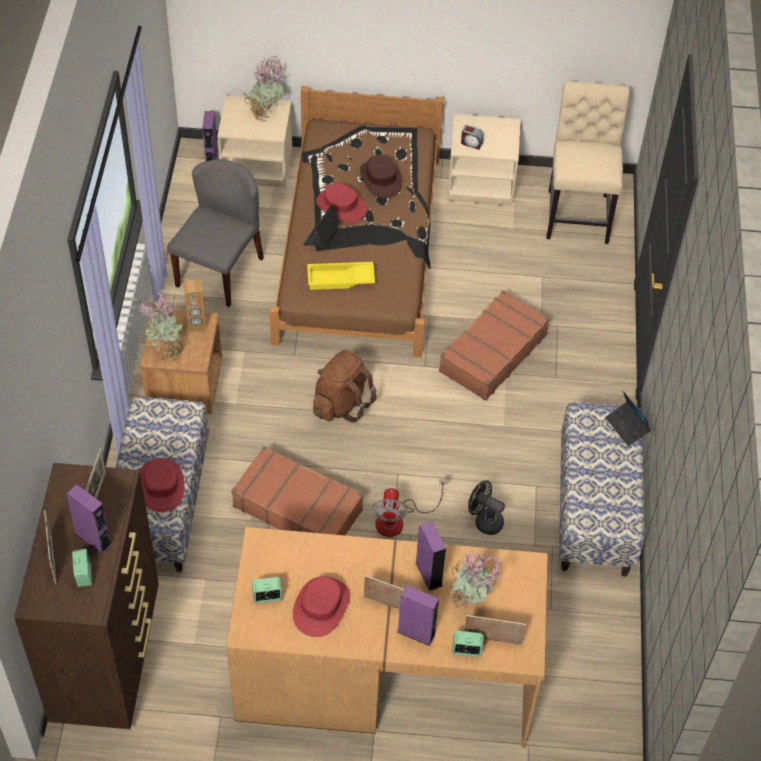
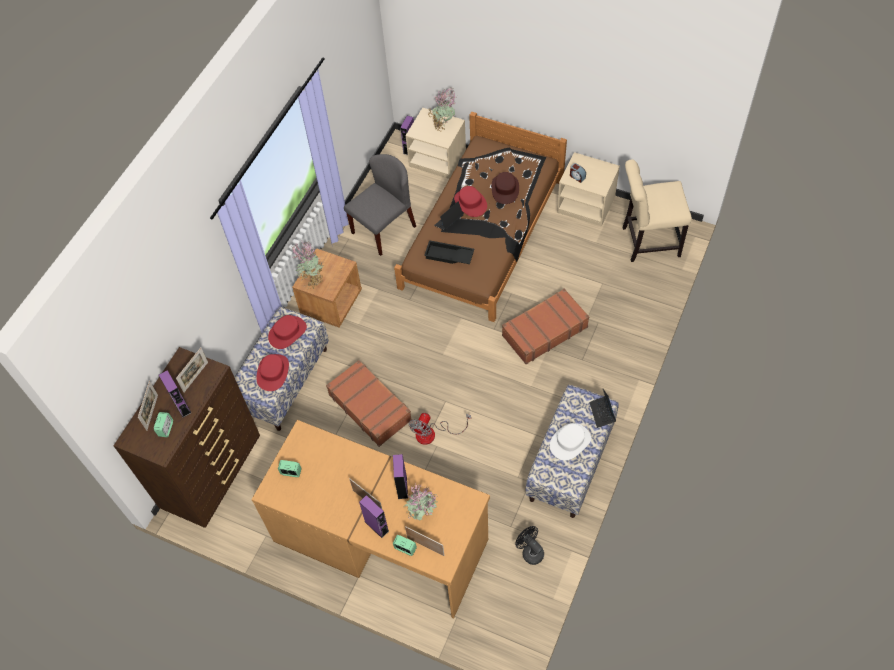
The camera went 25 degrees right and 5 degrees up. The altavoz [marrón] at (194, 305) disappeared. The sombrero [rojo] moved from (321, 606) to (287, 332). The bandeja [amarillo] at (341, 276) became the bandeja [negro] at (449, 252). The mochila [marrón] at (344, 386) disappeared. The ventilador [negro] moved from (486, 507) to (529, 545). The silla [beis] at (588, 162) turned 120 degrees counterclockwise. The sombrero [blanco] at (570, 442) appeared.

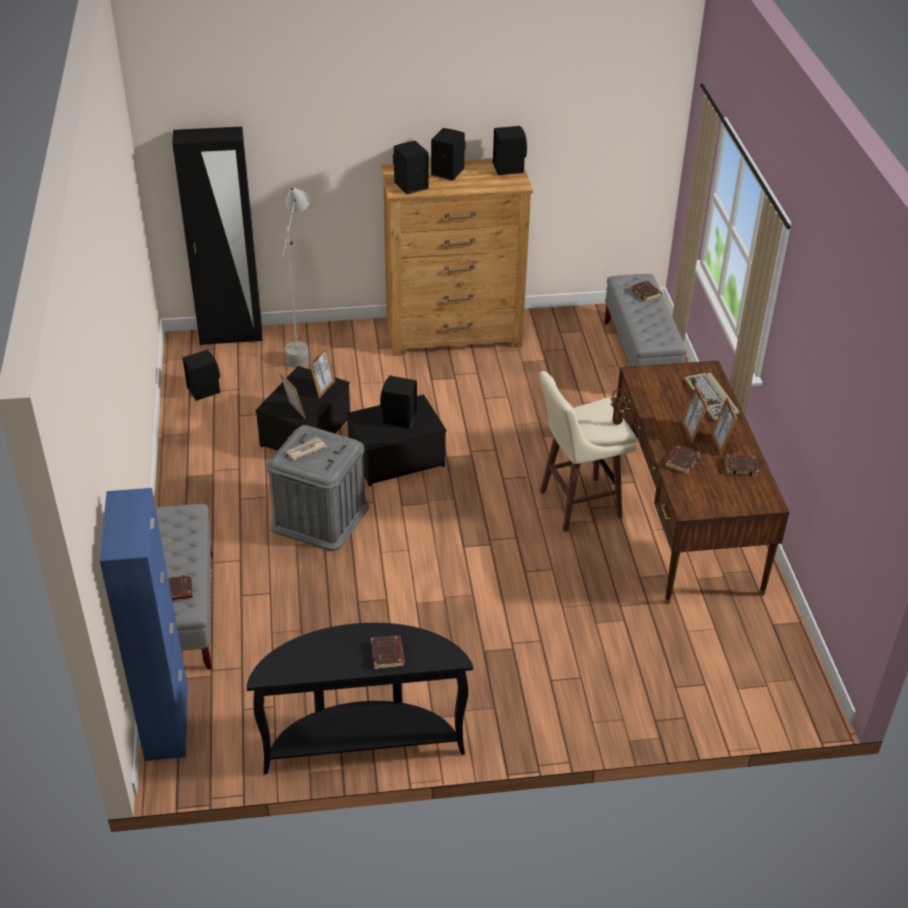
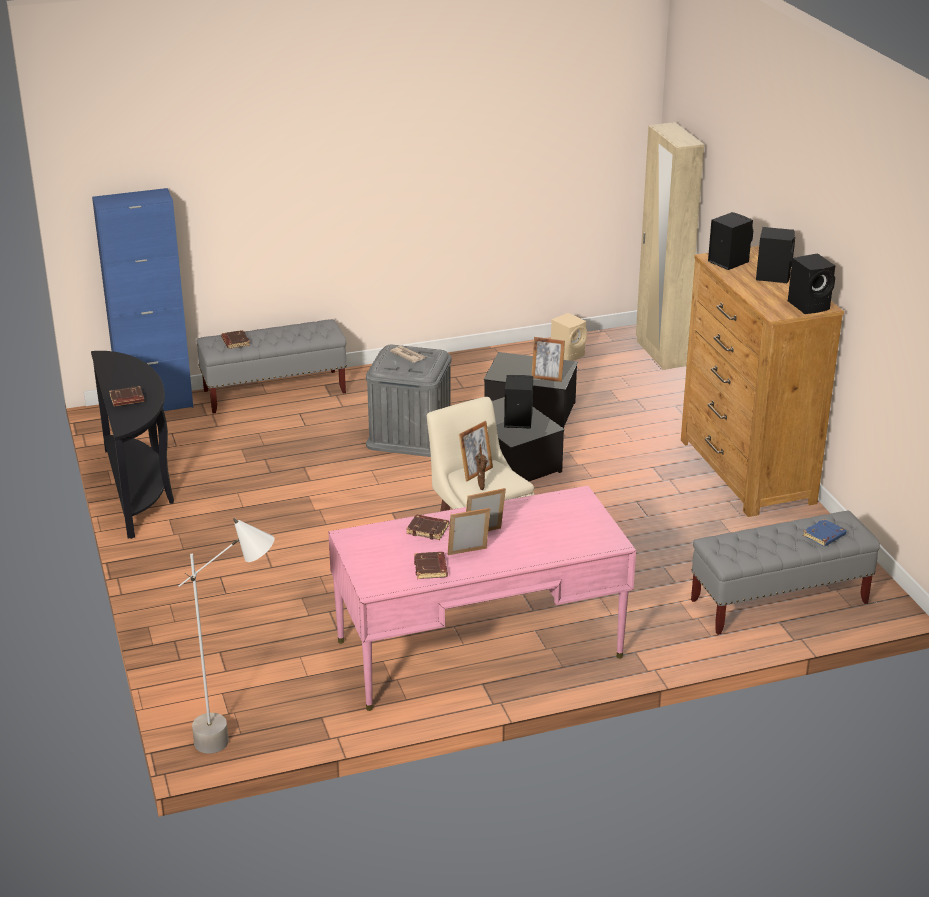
The camera went 80 degrees right and 10 degrees down. The armario ropero [negro] at (217, 236) became the armario ropero [beis] at (670, 246). The altavoz [negro] at (201, 375) became the altavoz [beis] at (569, 337). The portarretratos moved from (292, 395) to (476, 451). The lámpara de pie [gris] moved from (296, 277) to (226, 636). The escritorio [marrón] at (703, 482) became the escritorio [rosa] at (482, 598). The libro [marrón] at (646, 291) became the libro [azul] at (824, 533). The teclado at (711, 396) disappeared.

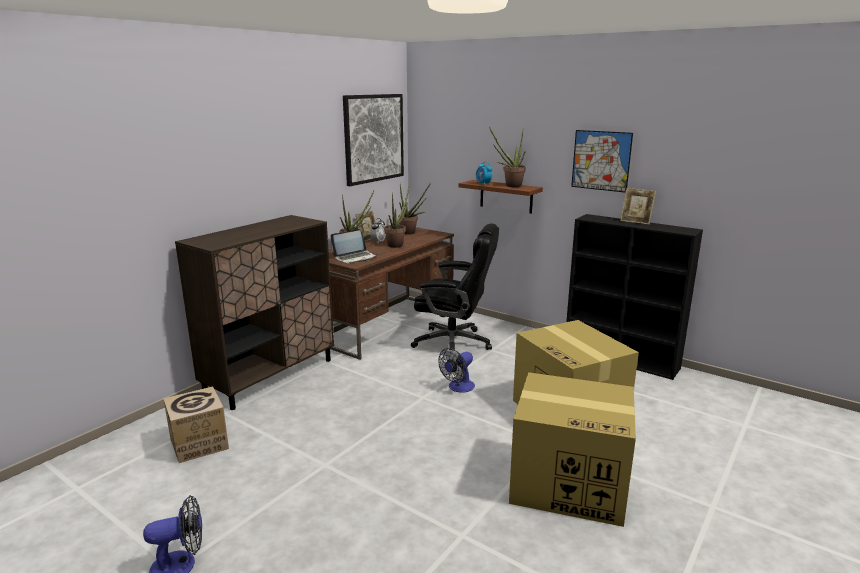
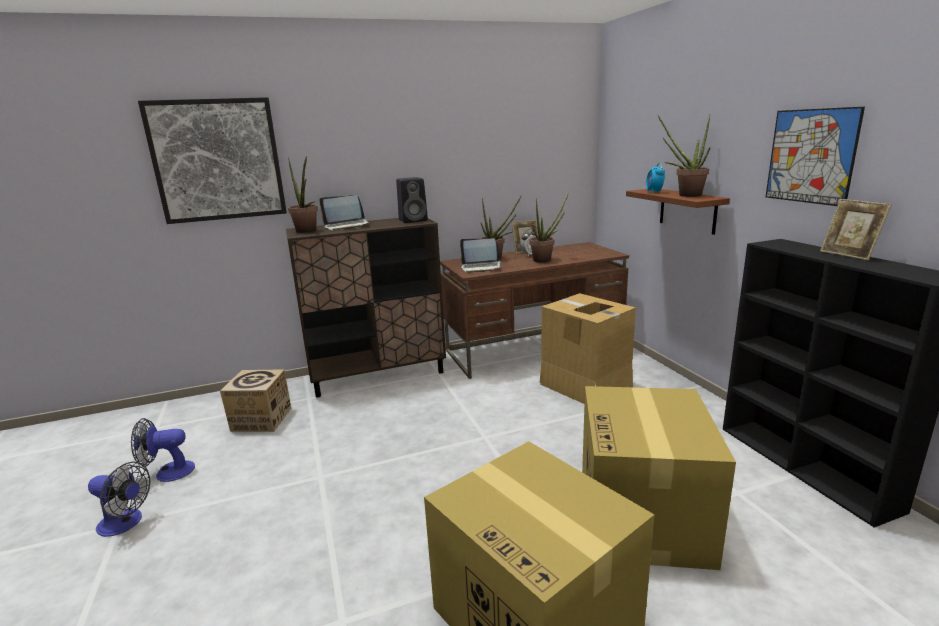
The camera went 35 degrees right and 0 degrees up. The cuadro moved from (373, 140) to (212, 160). The planta en maceta moved from (414, 209) to (303, 194). The silla de oficina [negro] at (455, 287) was replaced by the caja de cartón at (588, 348). The ventilador moved from (456, 370) to (163, 450). The portátil at (344, 213) appeared. The altavoz [negro] at (412, 200) appeared.

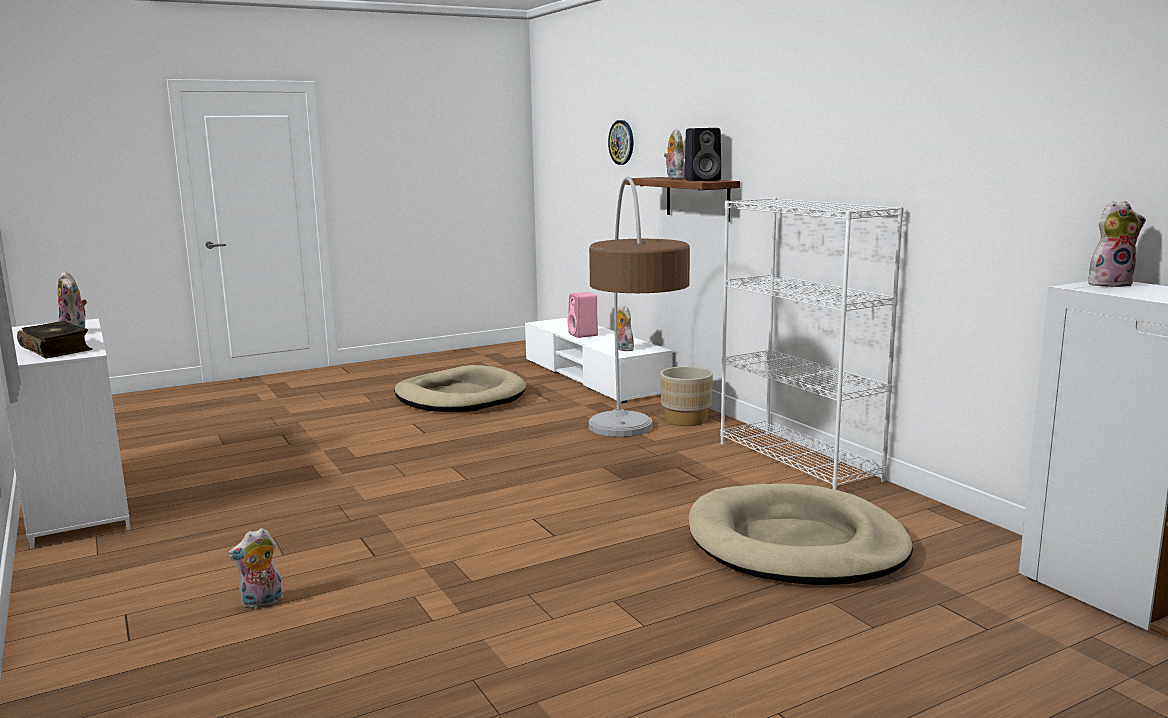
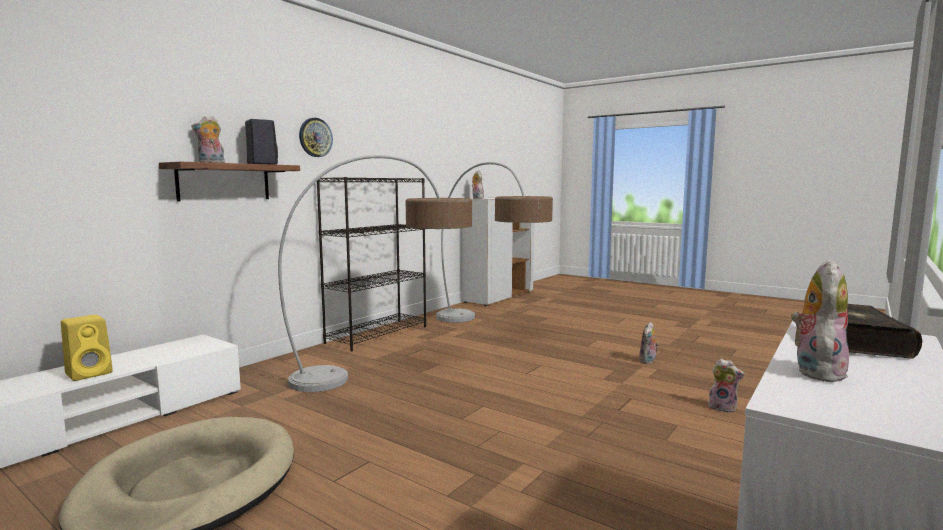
The camera went 115 degrees left and 5 degrees down. The altavoz [rosa] at (583, 315) became the altavoz [amarillo] at (87, 348). The reloj de pared moved from (621, 142) to (316, 137). The peluche moved from (624, 328) to (649, 342). The maceta [beis] at (686, 396) disappeared. The cama para perro [beis] at (801, 534) was replaced by the lámpara de pie at (494, 242). The estantería [blanco] at (812, 344) became the estantería [negro] at (371, 264).

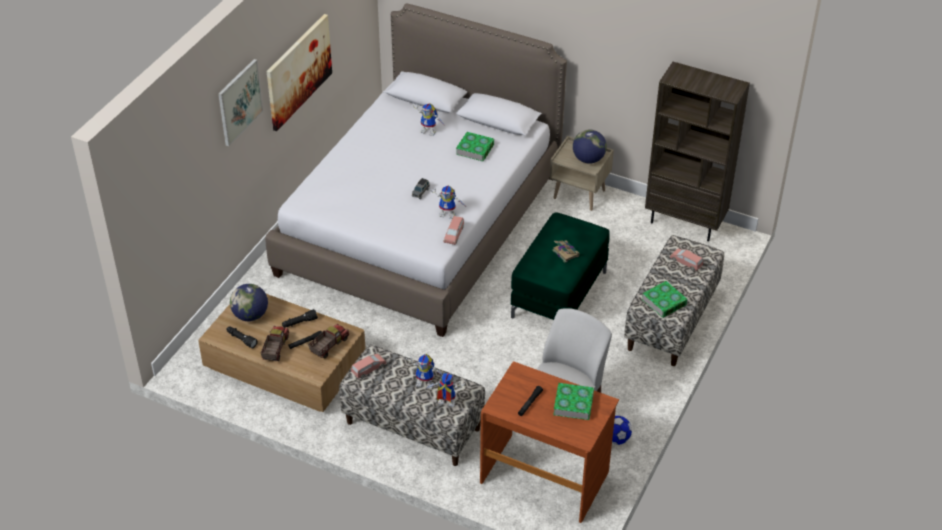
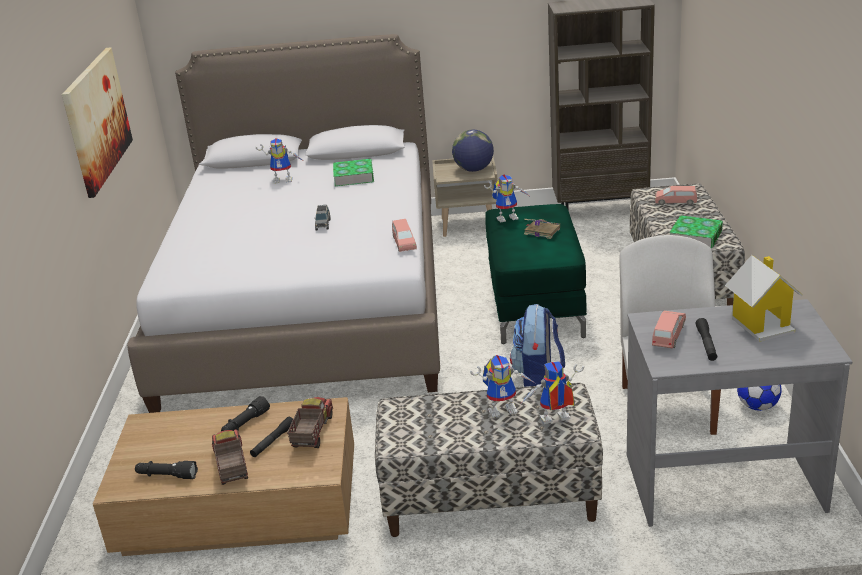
The camera went 25 degrees left and 15 degrees down. The cuadro at (240, 102) disappeared. The globo terráqueo at (249, 302) disappeared. The coche de juguete [rosa] moved from (368, 366) to (669, 330). The robot de juguete moved from (447, 202) to (507, 198). The escritorio [marrón] at (549, 442) became the escritorio [gris] at (739, 413). The libro at (573, 401) was replaced by the casita at (764, 298). The mochila at (537, 345) appeared.

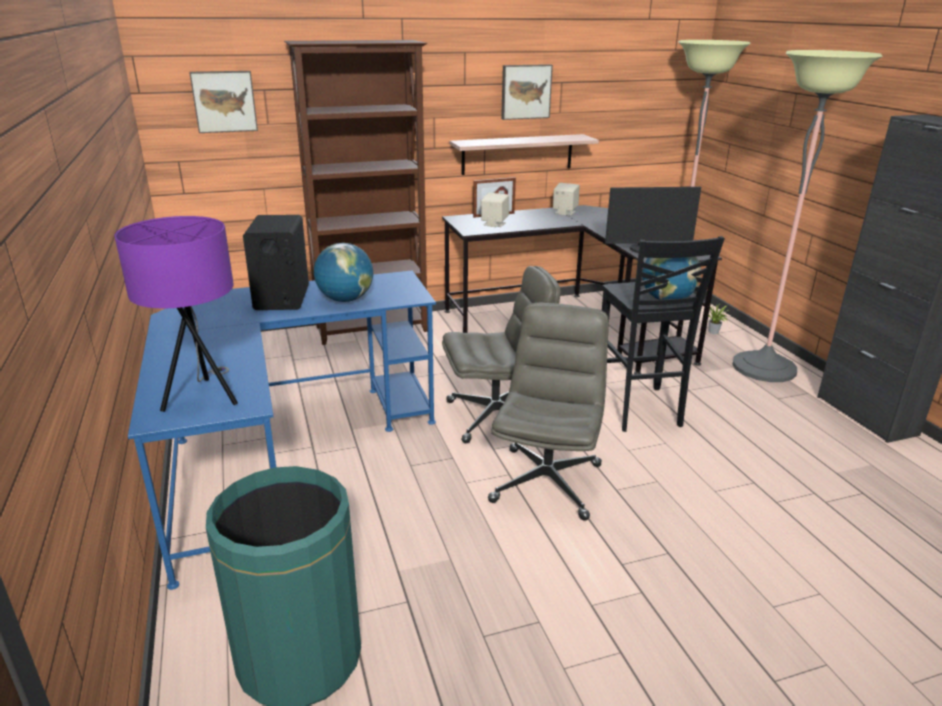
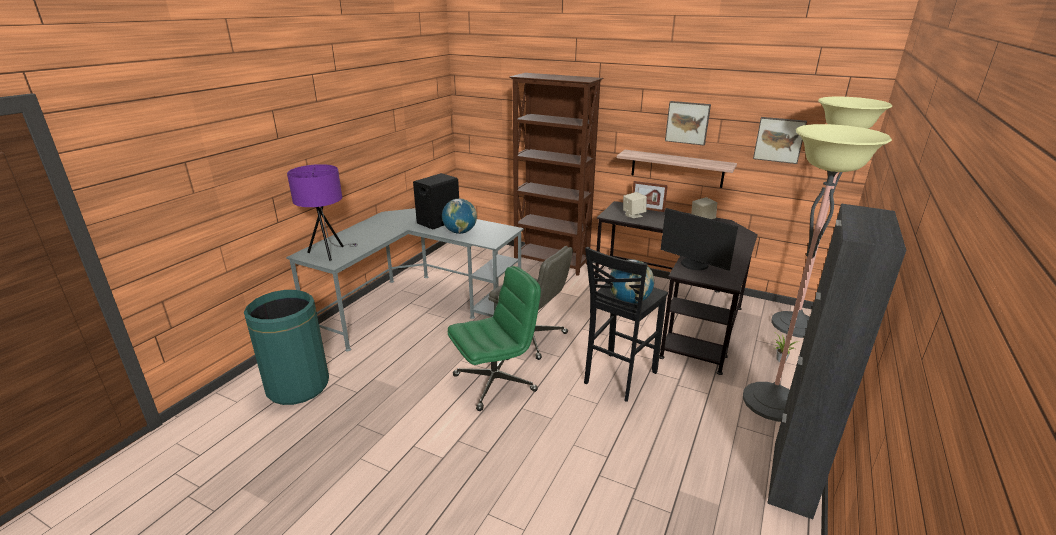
The camera went 45 degrees right and 0 degrees up. The escritorio [azul] at (282, 430) became the escritorio [gris] at (405, 279). The cuadro moved from (223, 102) to (780, 140). The silla de oficina [gris] at (548, 412) became the silla de oficina [verde] at (494, 338).

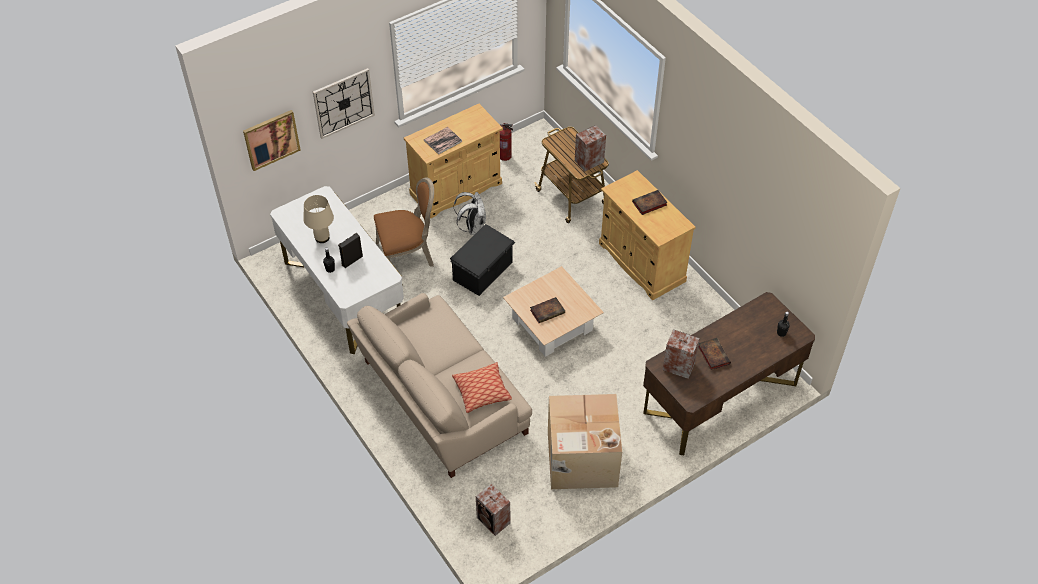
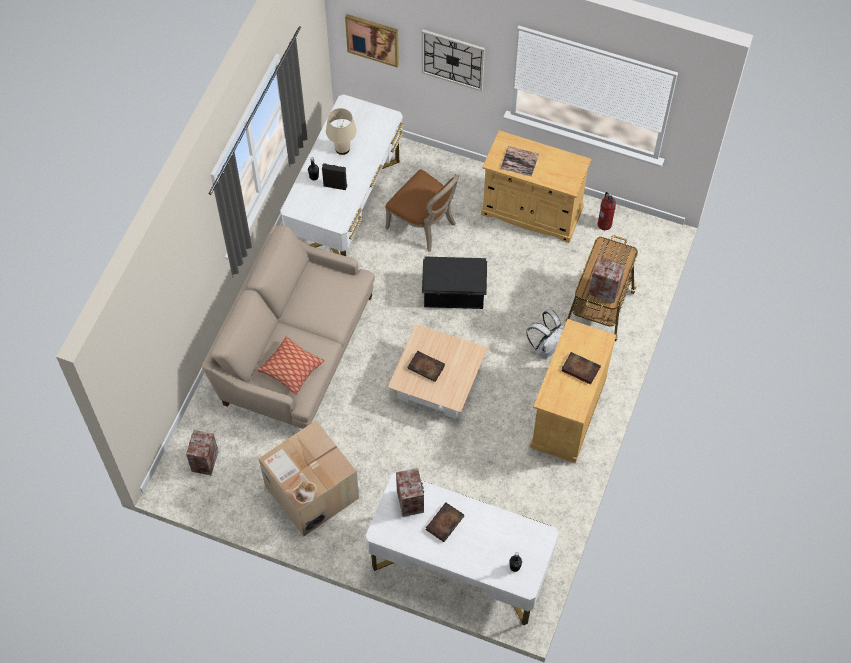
The camera went 55 degrees right and 10 degrees up. The mochila [blanco] moved from (469, 213) to (546, 334). The escritorio [marrón] at (729, 373) became the escritorio [blanco] at (462, 549).

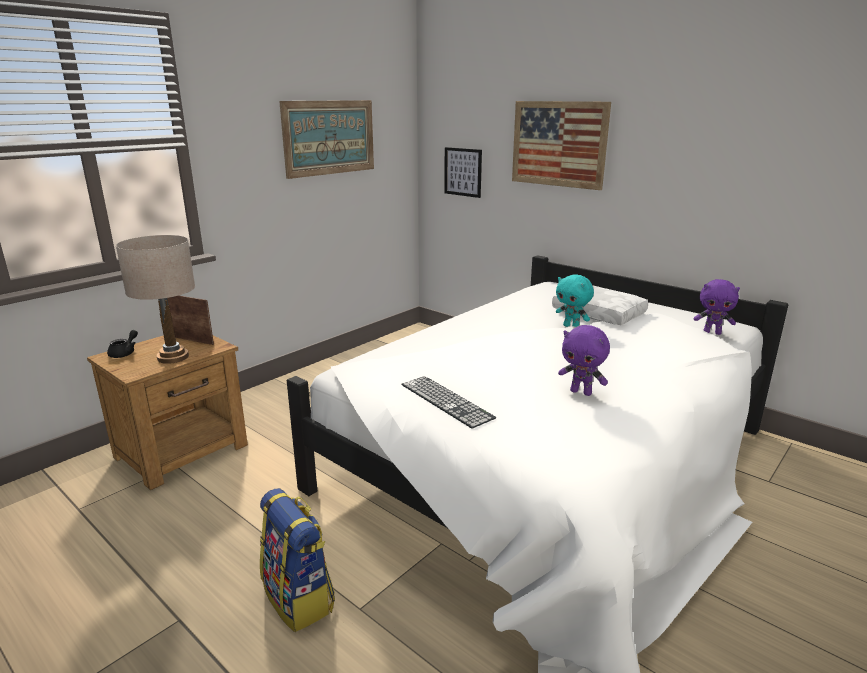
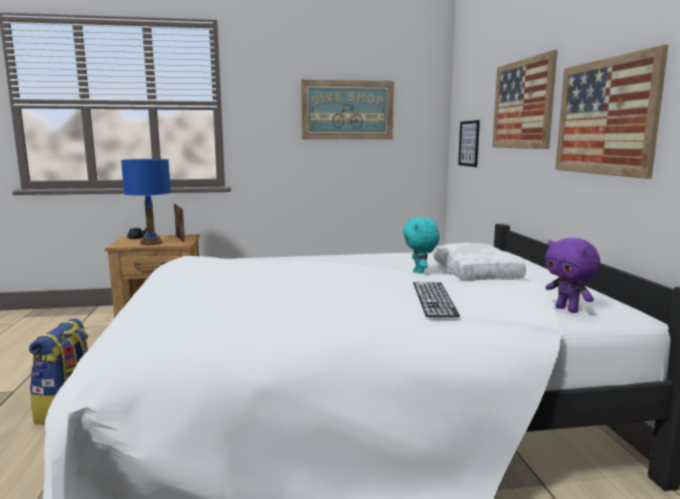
The camera went 40 degrees right and 10 degrees down. The lámpara de mesa [beis] at (155, 299) became the lámpara de mesa [azul] at (146, 202). The teclado moved from (448, 402) to (436, 299). The peluche [morado] at (584, 360) disappeared. The cuadro at (611, 112) appeared.

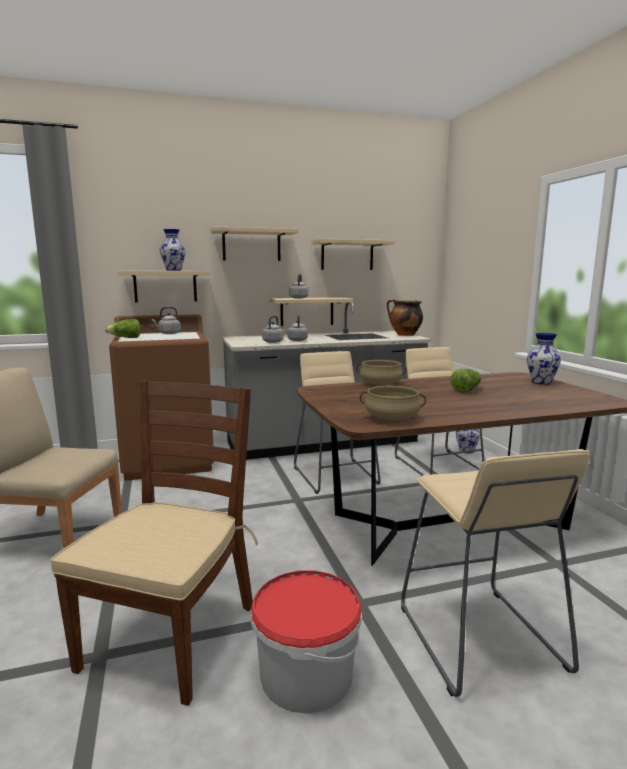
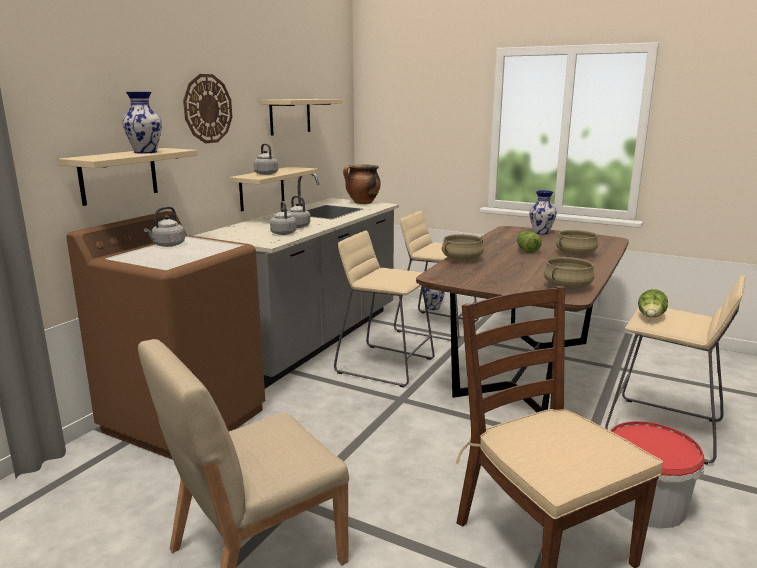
The camera went 45 degrees left and 5 degrees up. The lechuga moved from (123, 328) to (653, 303). The estante [beis] at (254, 243) was replaced by the reloj de pared at (207, 108). The olla [beis] at (577, 242) appeared.

